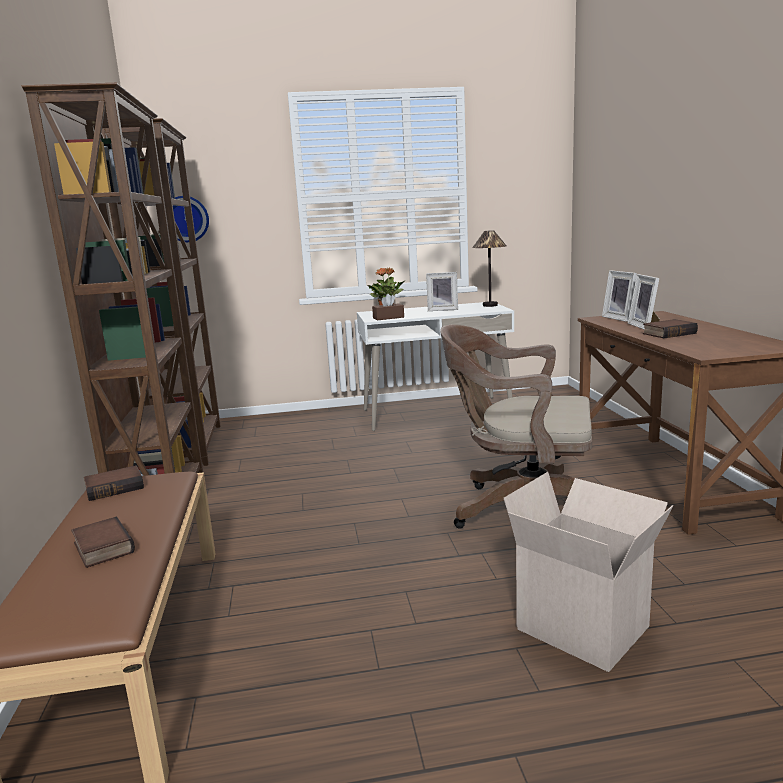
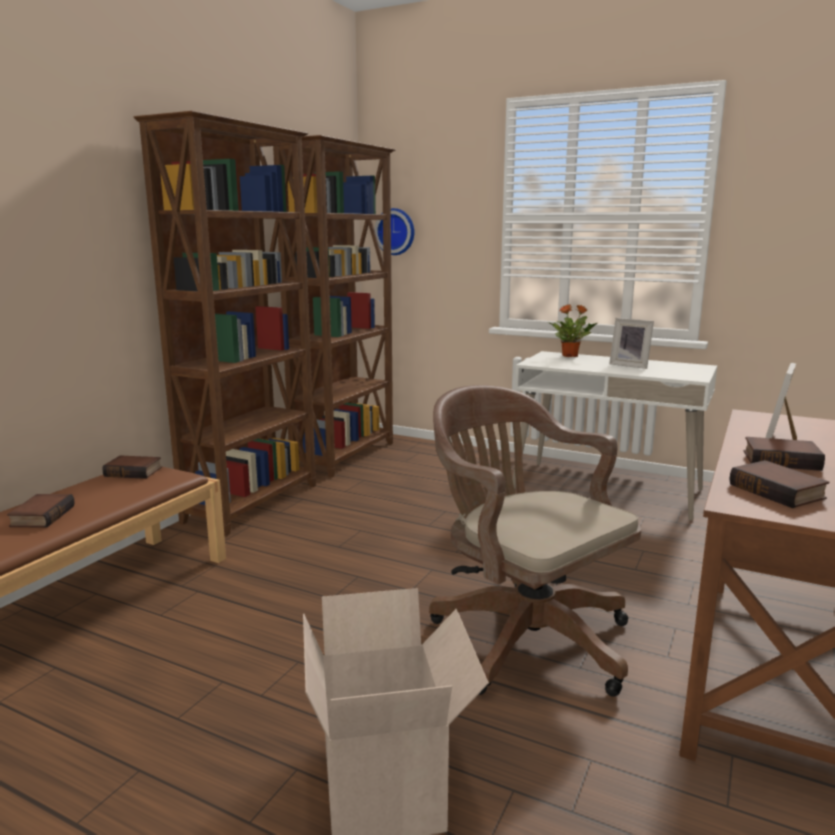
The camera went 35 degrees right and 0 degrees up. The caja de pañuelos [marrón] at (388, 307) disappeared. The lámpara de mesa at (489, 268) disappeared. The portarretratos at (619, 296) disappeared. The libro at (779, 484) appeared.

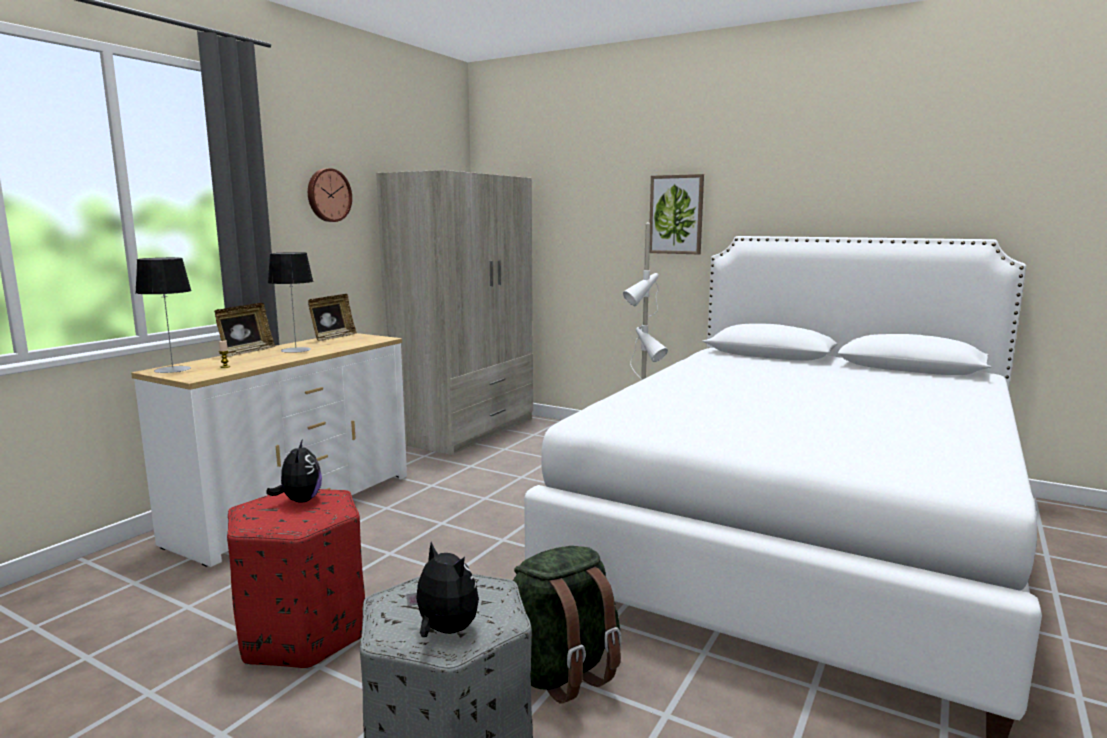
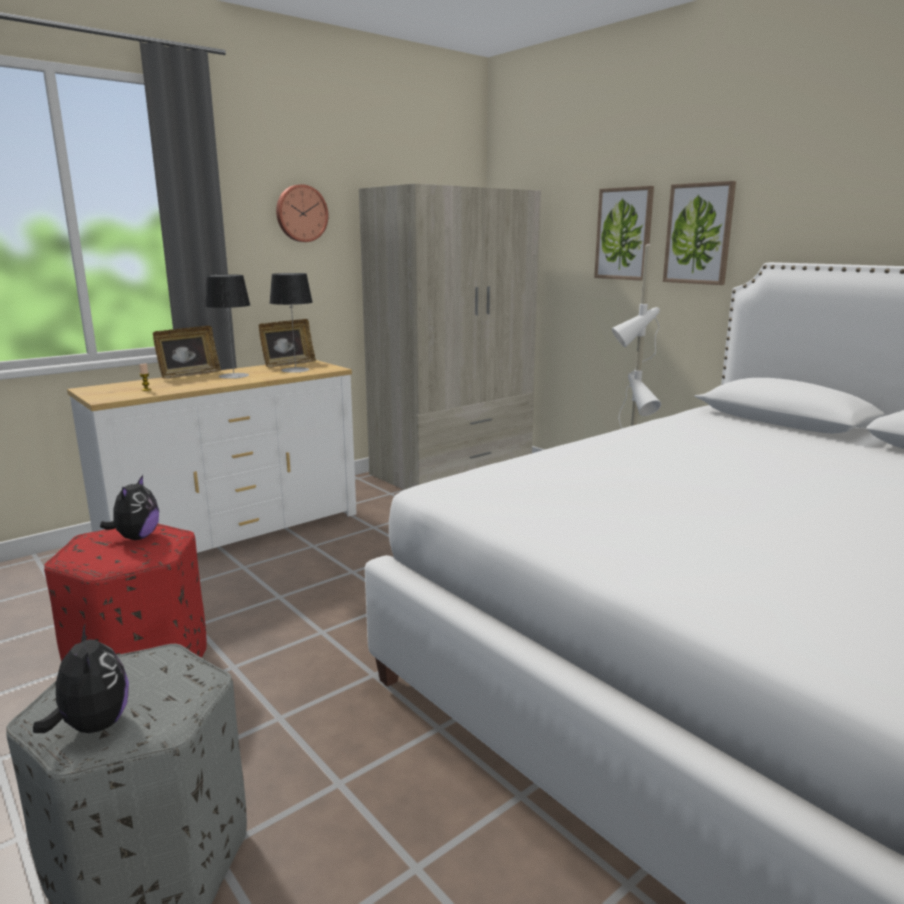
The camera went 20 degrees right and 5 degrees up. The lámpara de mesa moved from (163, 315) to (291, 323). The mochila [verde] at (567, 625) disappeared. The cuadro at (624, 233) appeared.

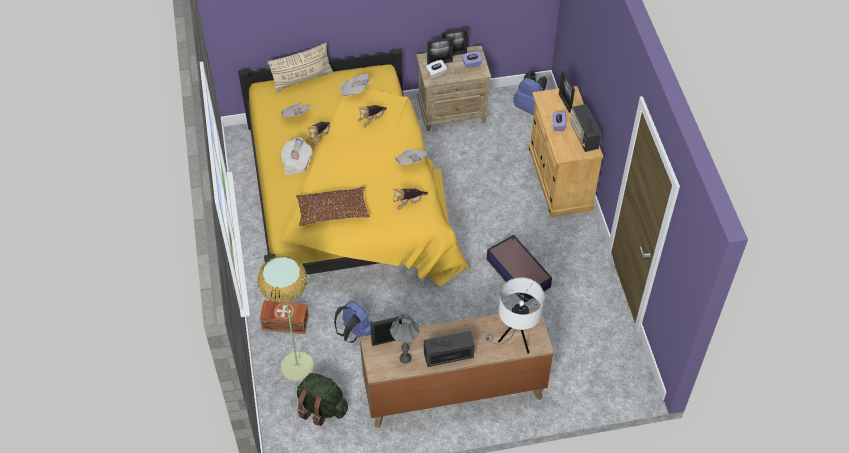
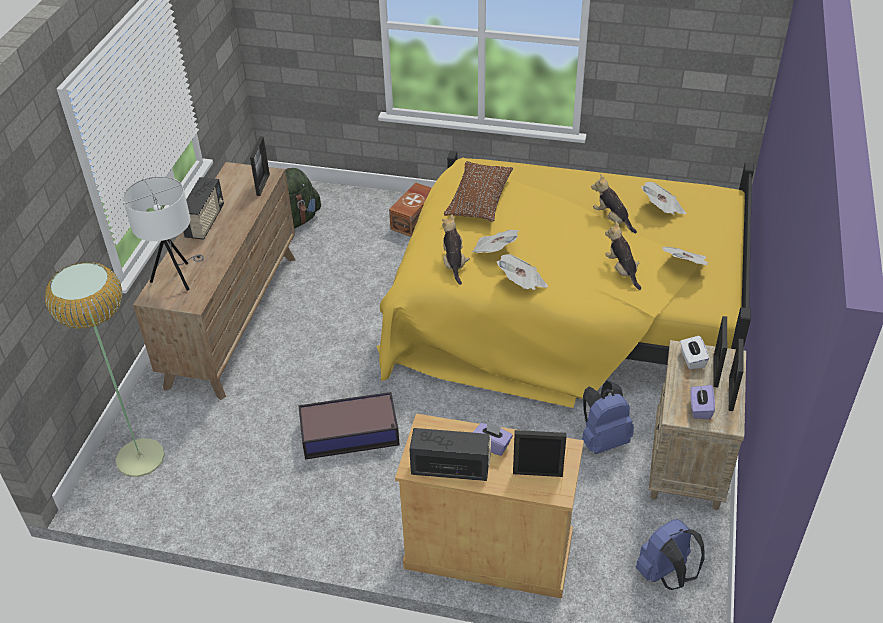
The camera went 115 degrees right and 10 degrees down. The lámpara de pie moved from (285, 319) to (105, 369). The cojín [beis] at (300, 67) disappeared. The periódico moved from (296, 156) to (495, 241). The mochila [azul] moved from (353, 322) to (608, 417). The lámpara de mesa [gris] at (404, 338) disappeared.

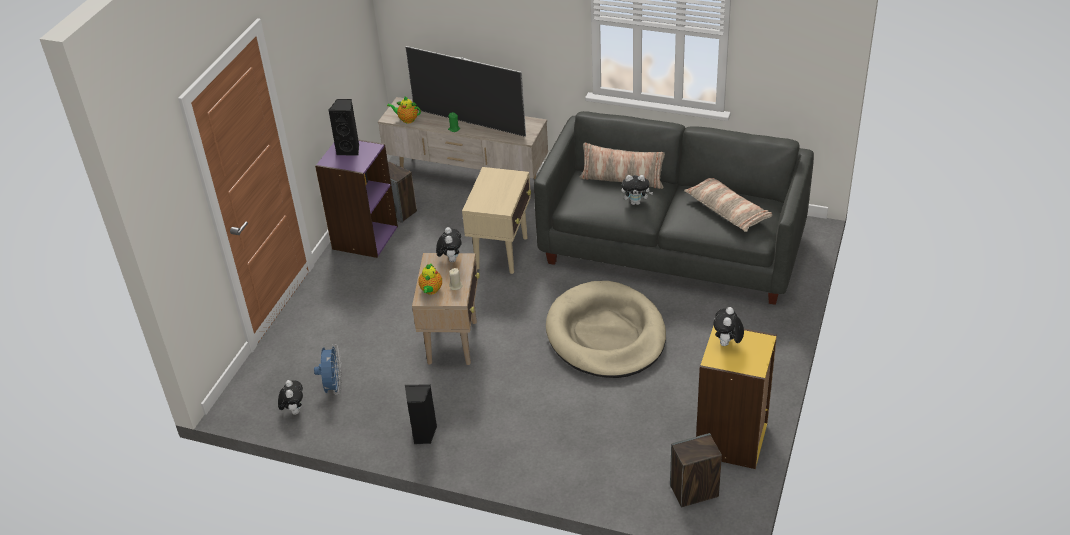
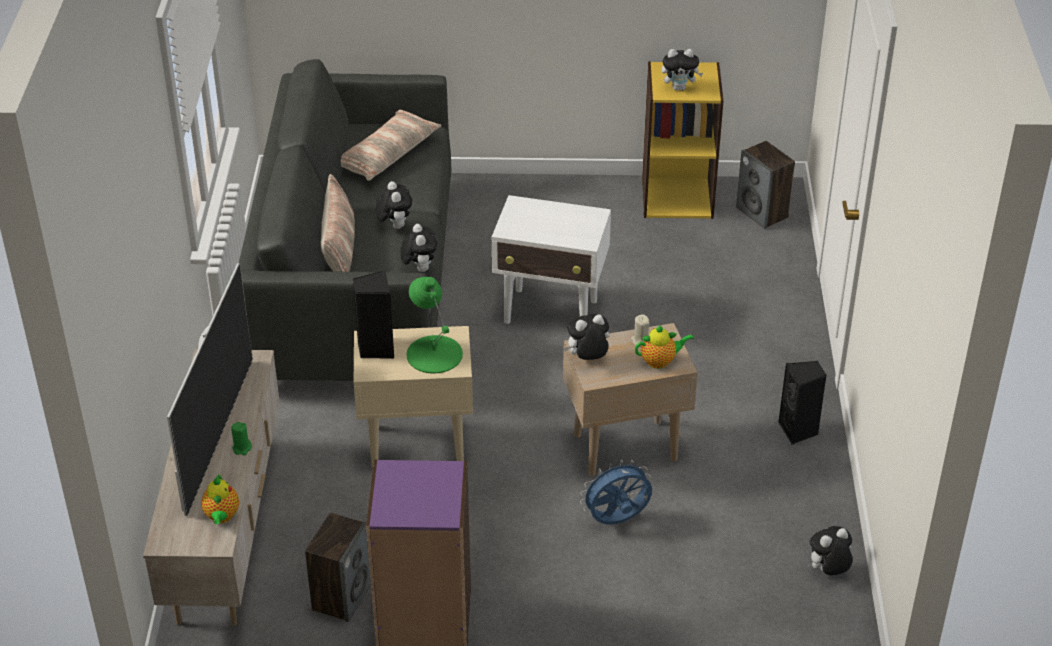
The camera went 110 degrees left and 0 degrees up. The ventilador [azul] moved from (328, 369) to (616, 492). The altavoz [negro] moved from (343, 127) to (373, 314). The cama para perro [beis] at (606, 329) was replaced by the mesa auxiliar [blanco] at (551, 259). The peluche at (418, 248) appeared. The lámpara de mesa [verde] at (435, 325) appeared.

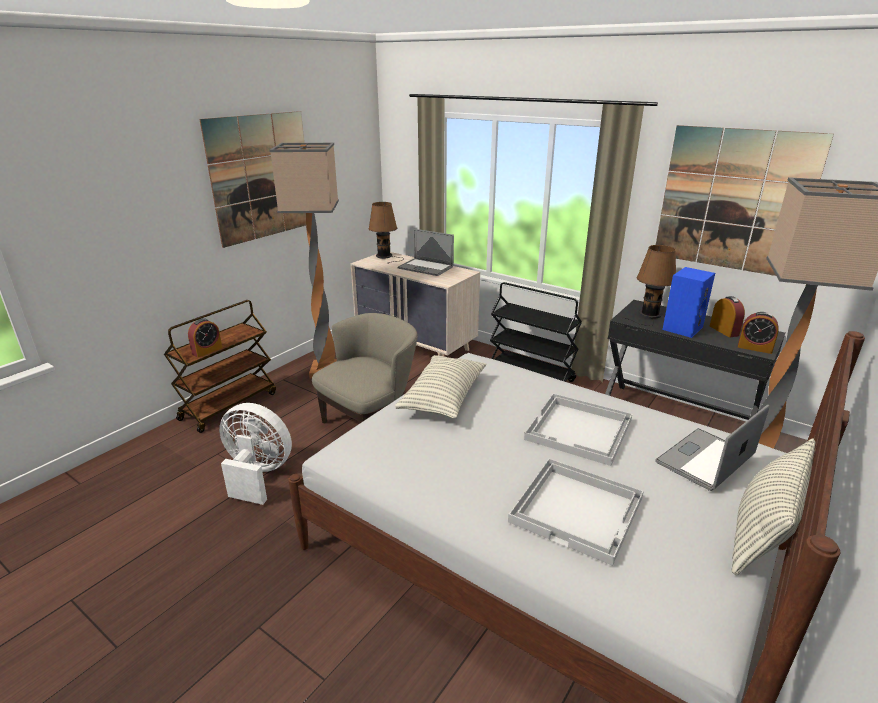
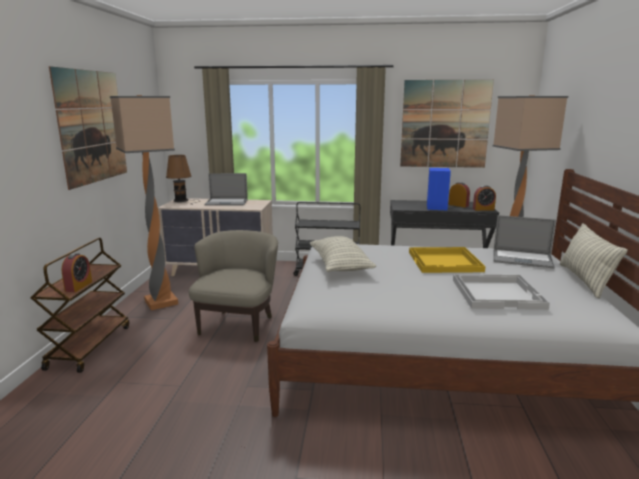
The camera went 30 degrees left and 10 degrees down. The ventilador [blanco] at (255, 454) disappeared. The bandeja [blanco] at (578, 429) became the bandeja [amarillo] at (447, 260). The lámpara de mesa [marrón] at (648, 285) disappeared. The portátil at (712, 447) turned 90 degrees counterclockwise.

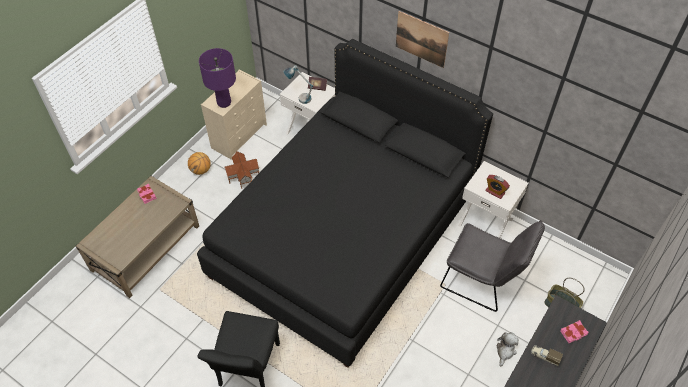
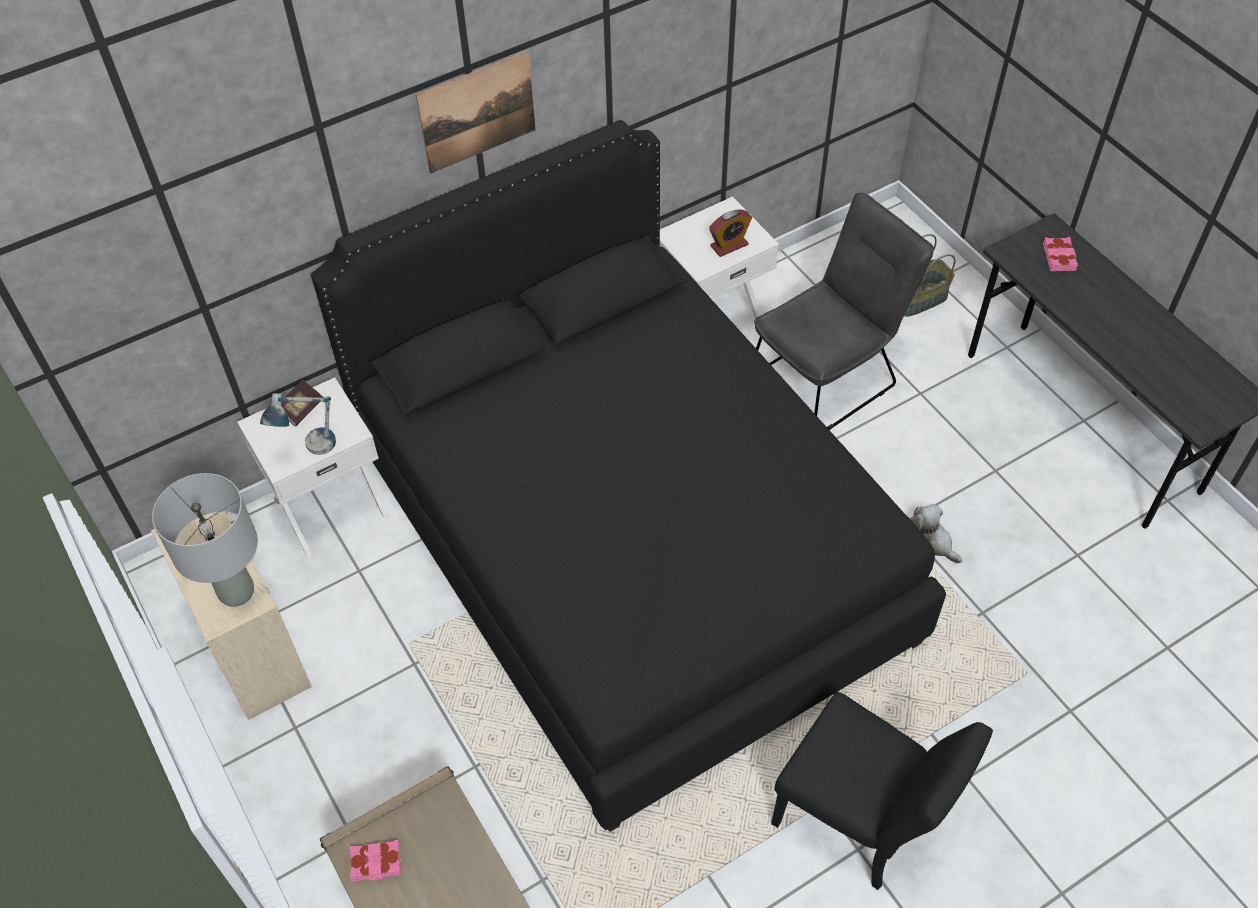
The camera went 65 degrees left and 0 degrees up. The balón de baloncesto at (199, 163) disappeared. The lámpara de mesa [morado] at (217, 78) became the lámpara de mesa [gris] at (205, 540). The casita at (241, 170) disappeared. The peluche moved from (508, 349) to (936, 533). The camión de juguete at (547, 355) disappeared.

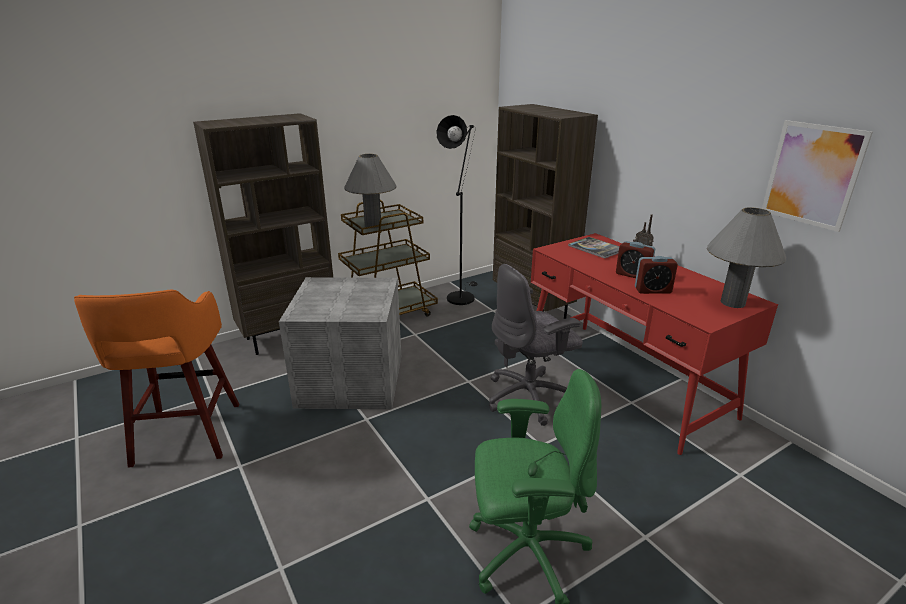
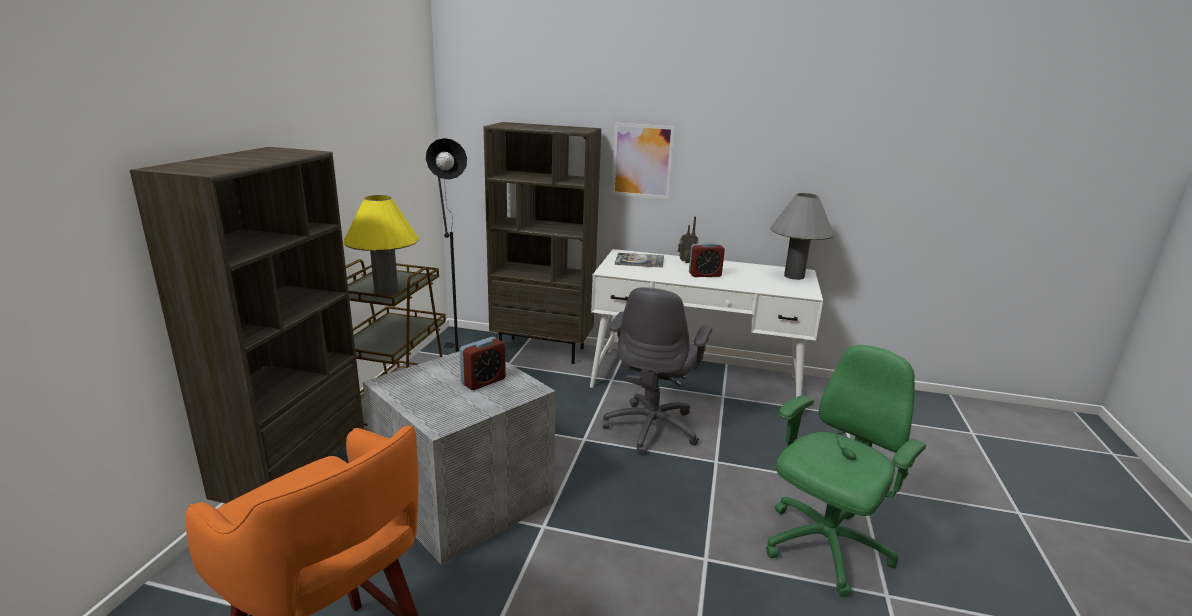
The camera went 45 degrees left and 5 degrees down. The lámpara de mesa [gris] at (370, 191) became the lámpara de mesa [amarillo] at (381, 245). The escritorio [rojo] at (654, 344) became the escritorio [blanco] at (706, 323). The despertador moved from (656, 275) to (483, 363). The cuadro moved from (817, 176) to (643, 161).

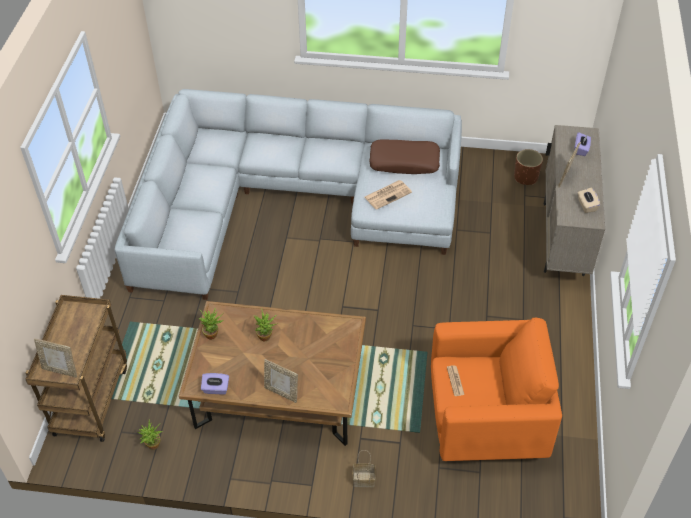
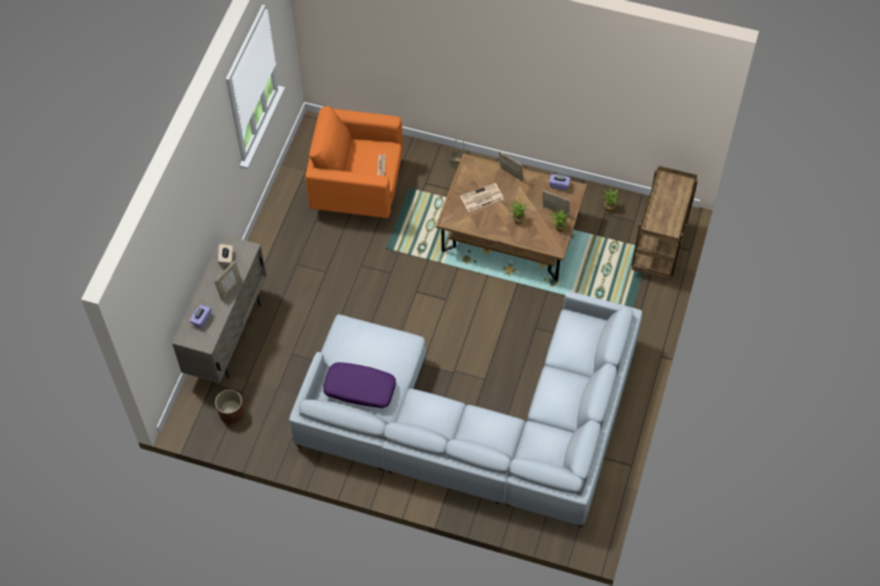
The camera went 170 degrees left and 10 degrees up. The portarretratos moved from (55, 358) to (556, 203). The periódico moved from (388, 195) to (482, 197). The cojín [marrón] at (404, 157) became the cojín [morado] at (359, 385).

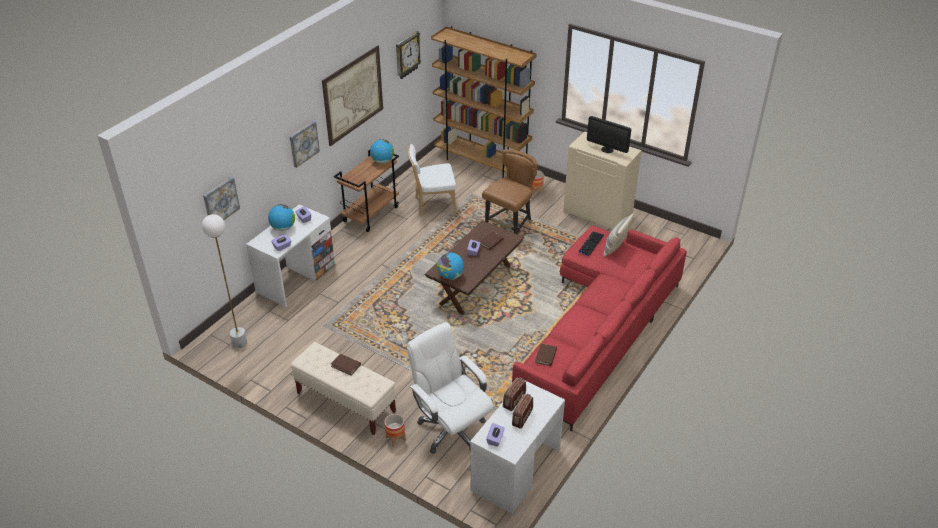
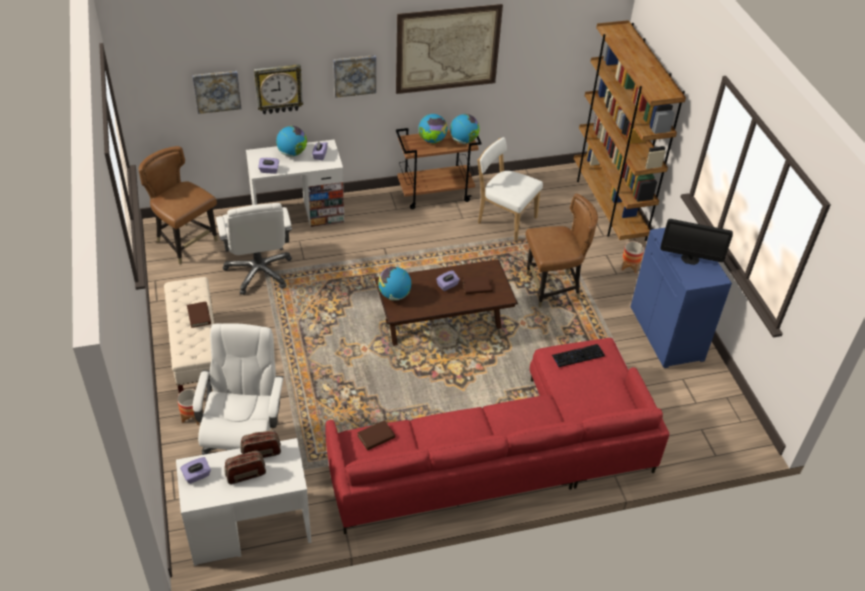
The camera went 40 degrees right and 5 degrees up. The lámpara de pie [blanco] at (224, 281) was replaced by the silla [marrón] at (178, 205). The reloj de pared moved from (408, 55) to (278, 89). The armario [beis] at (602, 180) became the armario [azul] at (681, 297). The monitor at (609, 134) turned 60 degrees counterclockwise. The cojín at (619, 235) disappeared. The silla de oficina [blanco] at (254, 249) appeared. The globo terráqueo at (433, 129) appeared.

